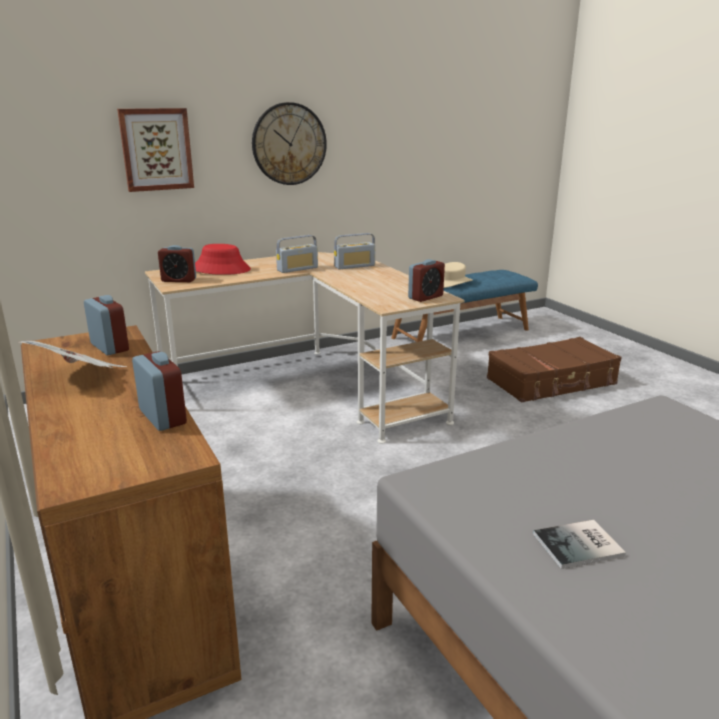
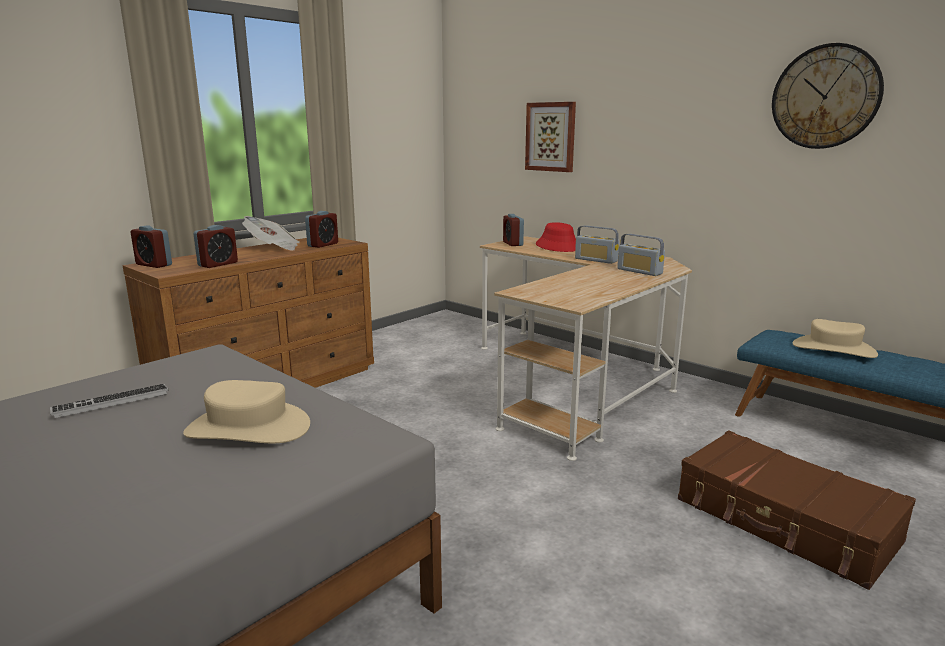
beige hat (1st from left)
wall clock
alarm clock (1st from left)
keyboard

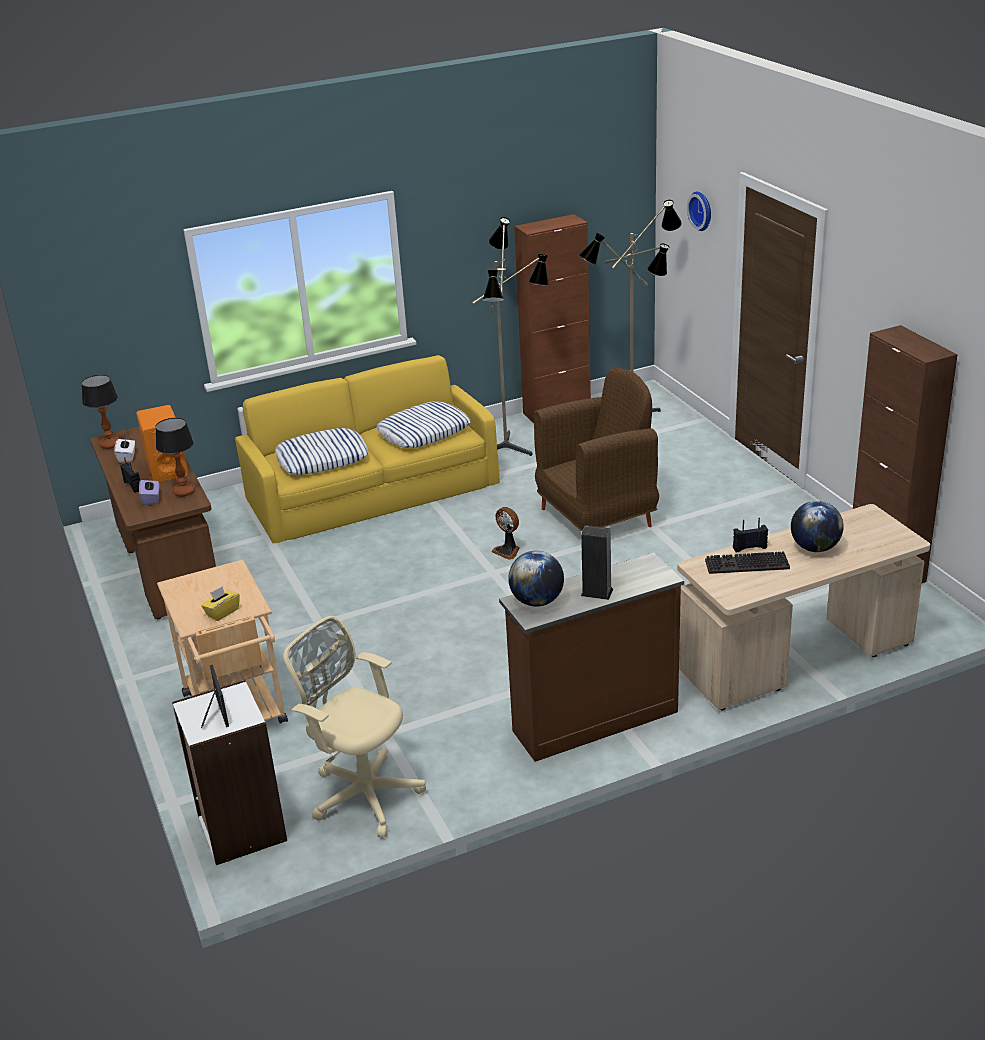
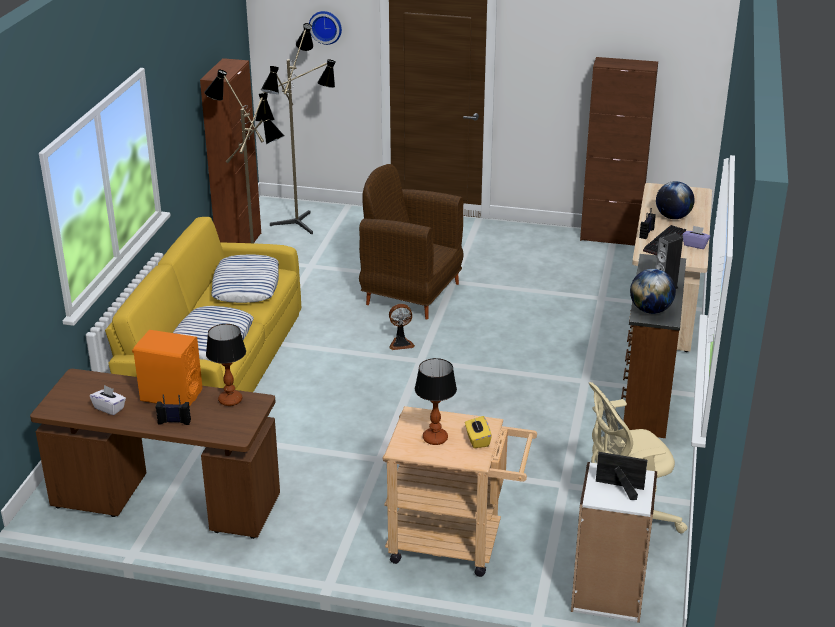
table lamp (2nd from left)
purple tissue box
brown armchair

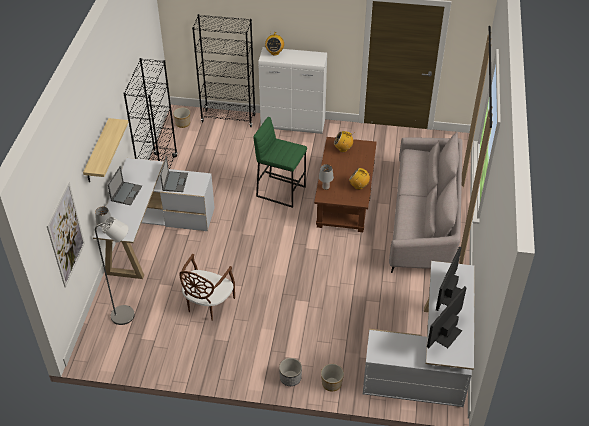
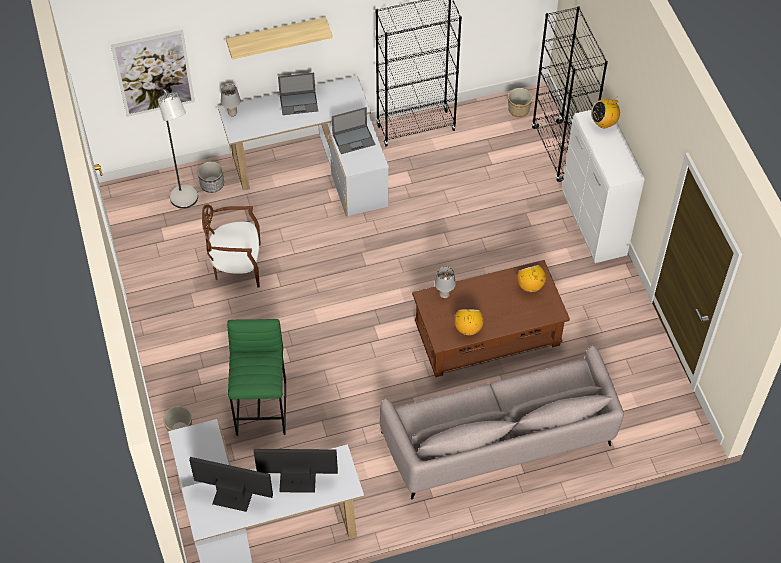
green stool
planter (2nd from left)

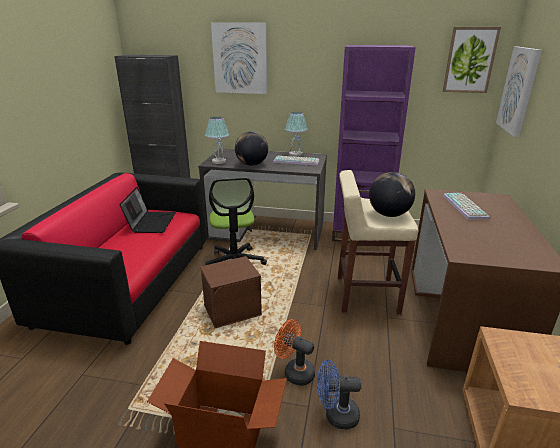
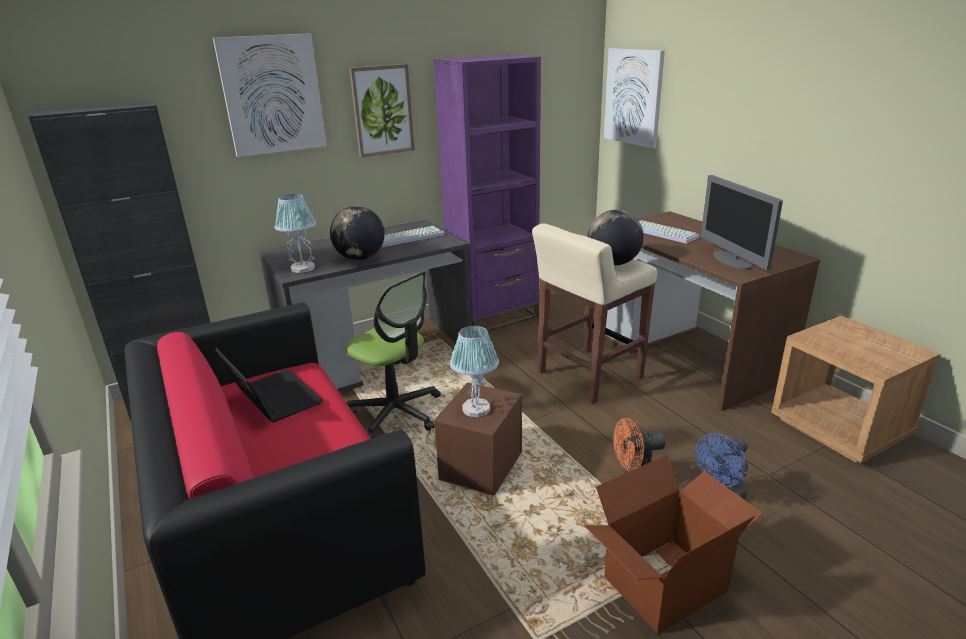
monitor
table lamp (2nd from left)
picture (2nd from left)

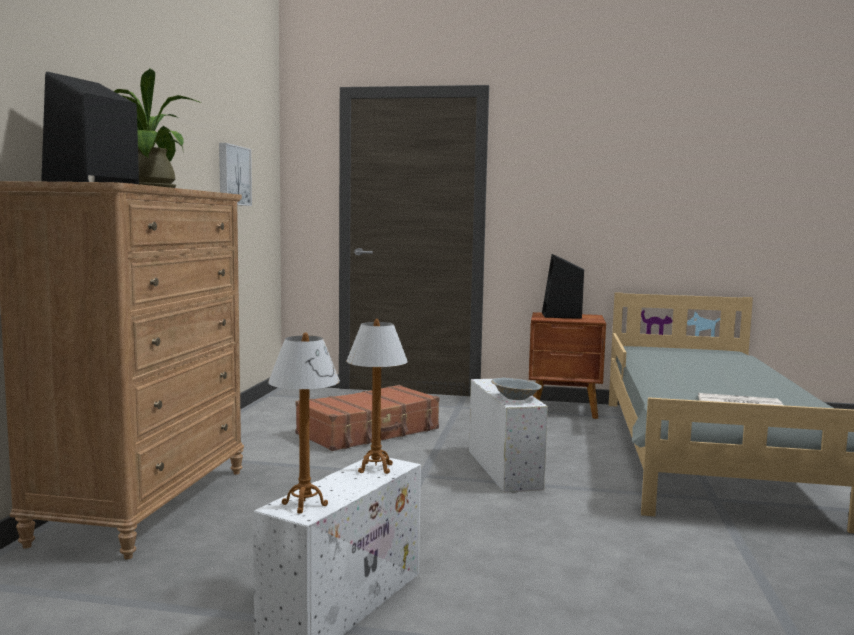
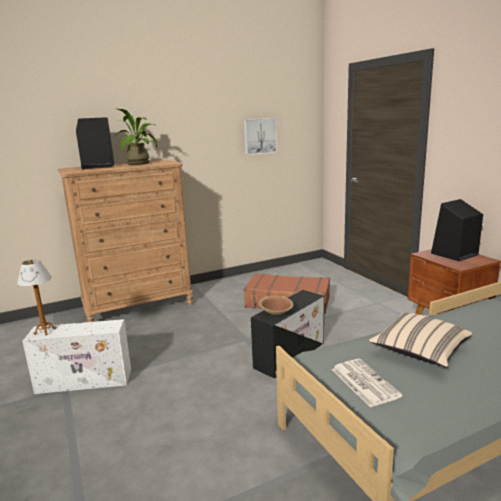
table lamp (2nd from left in the first image)
beige pillow
black storage box
brown bowl

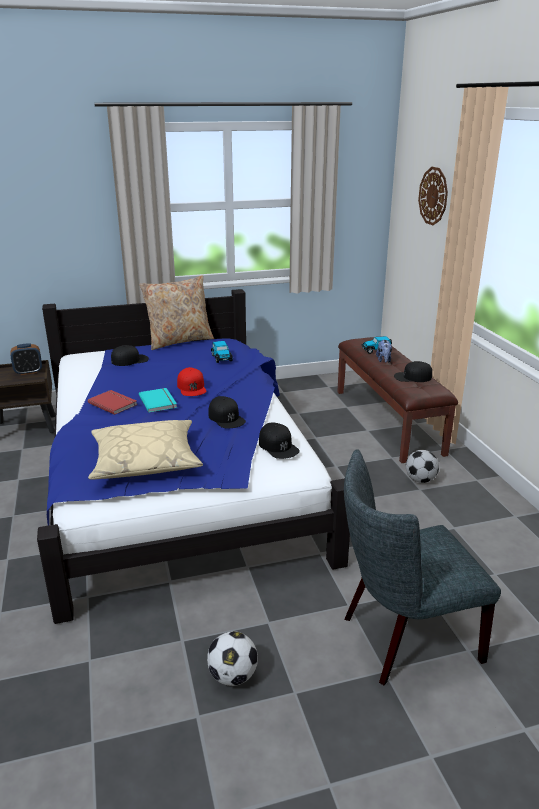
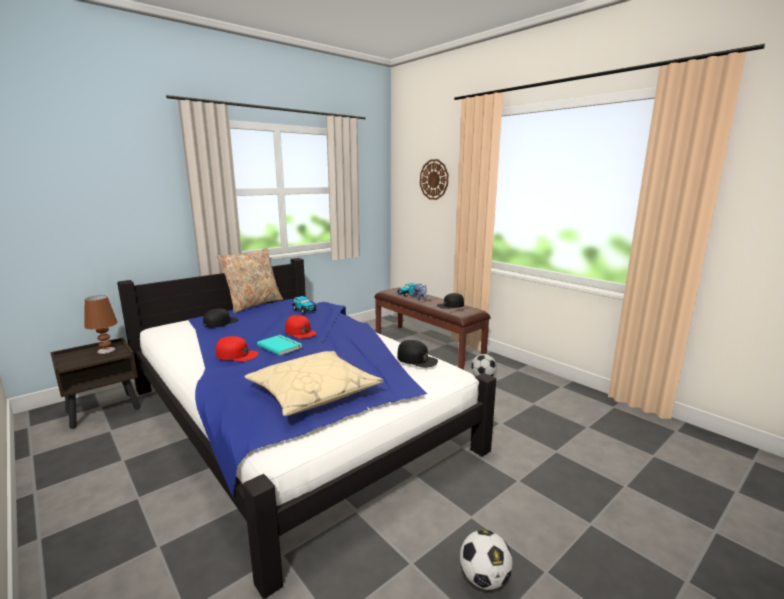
black cap (2nd from left in the first image)
grey chair
brown table lamp
red cap (1st from left)

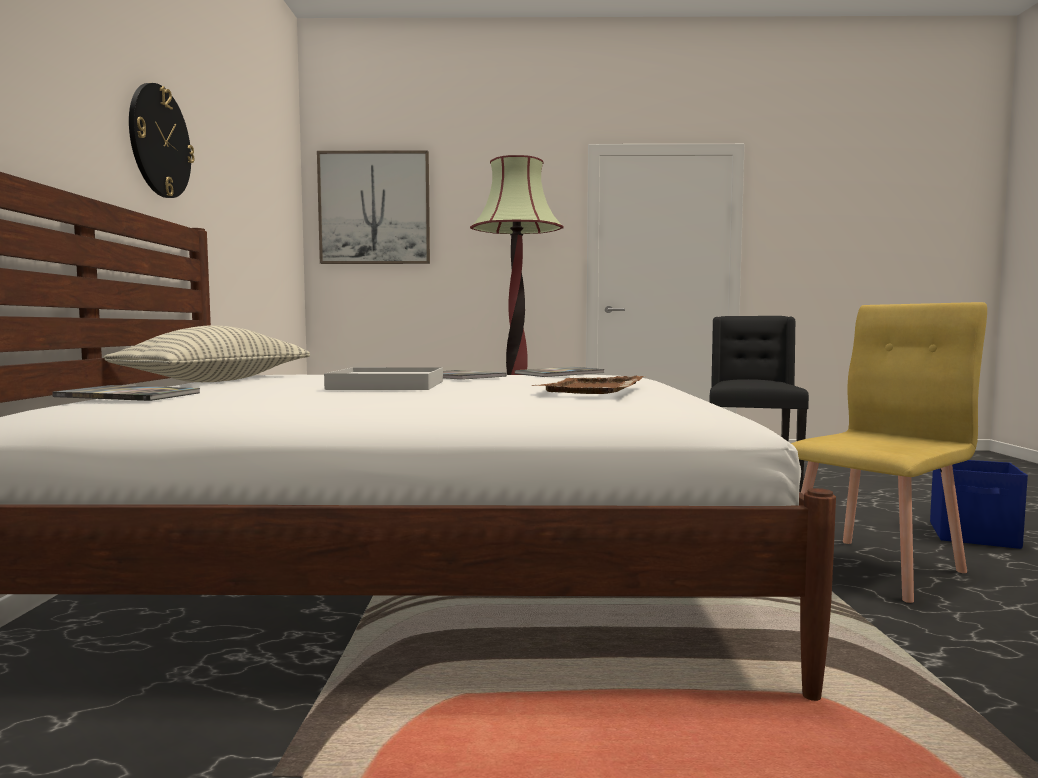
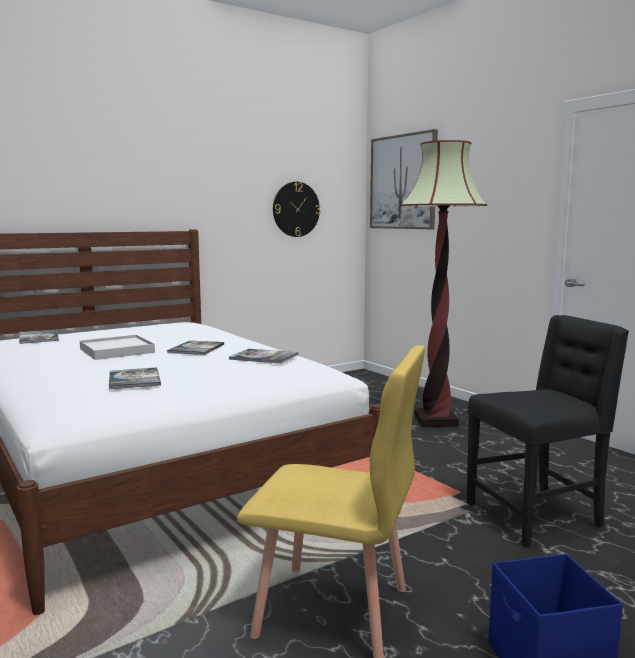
pillow
wall clock
book (2nd from left)

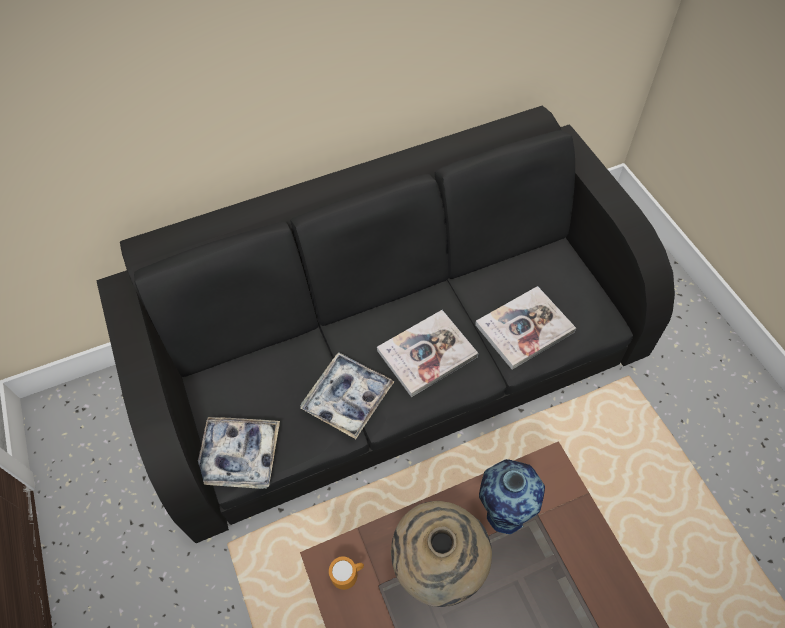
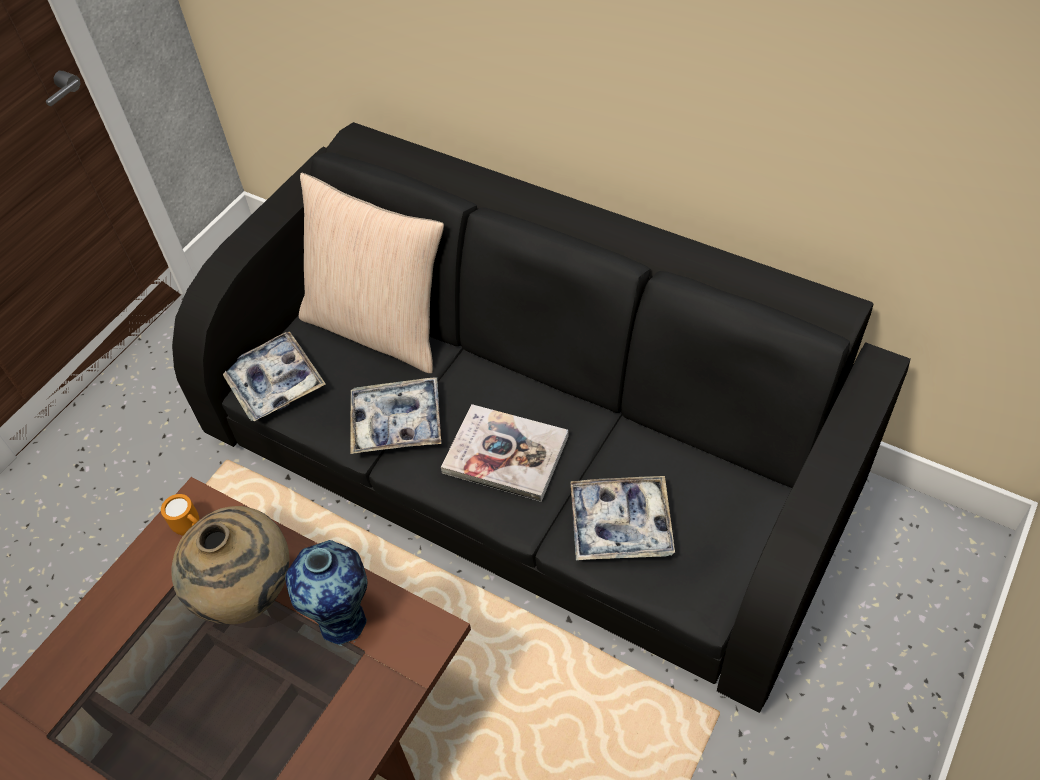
beige pillow
tray (3rd from left)

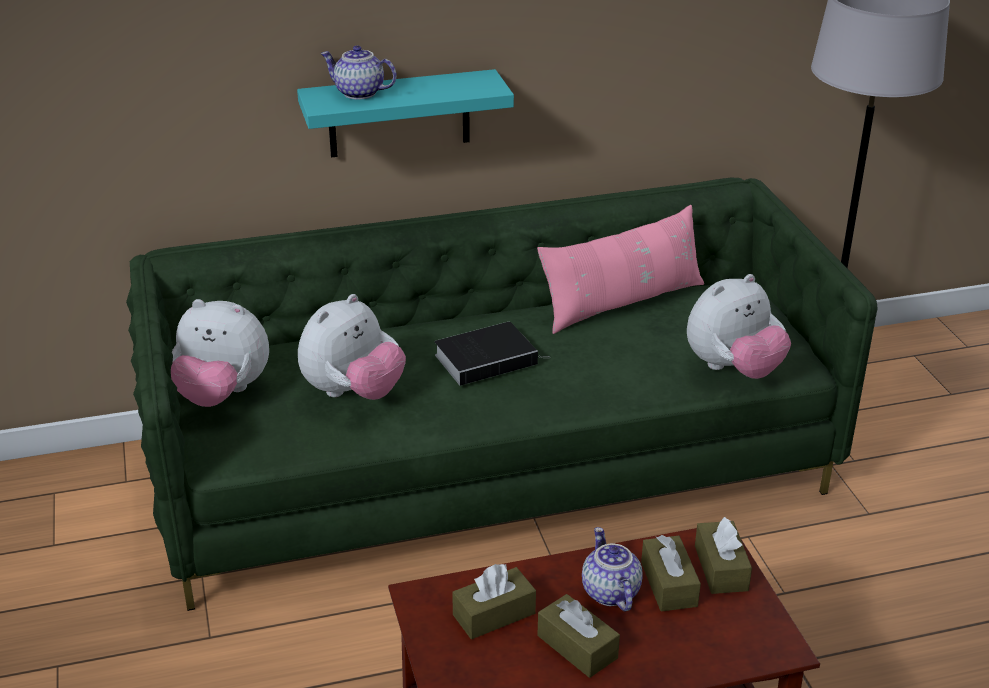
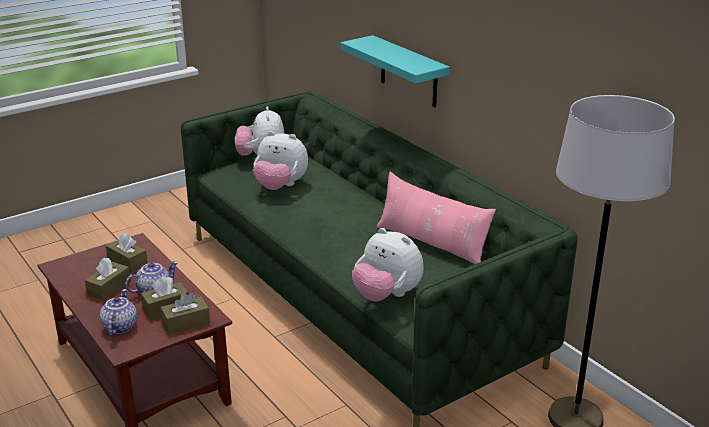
book
teapot (1st from left)

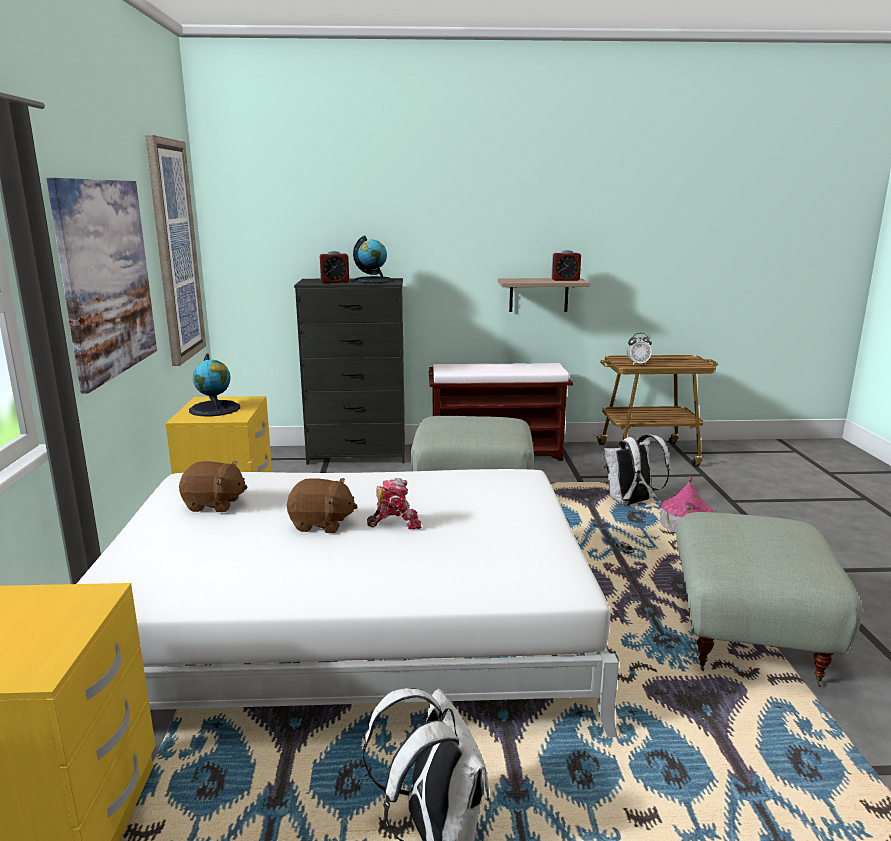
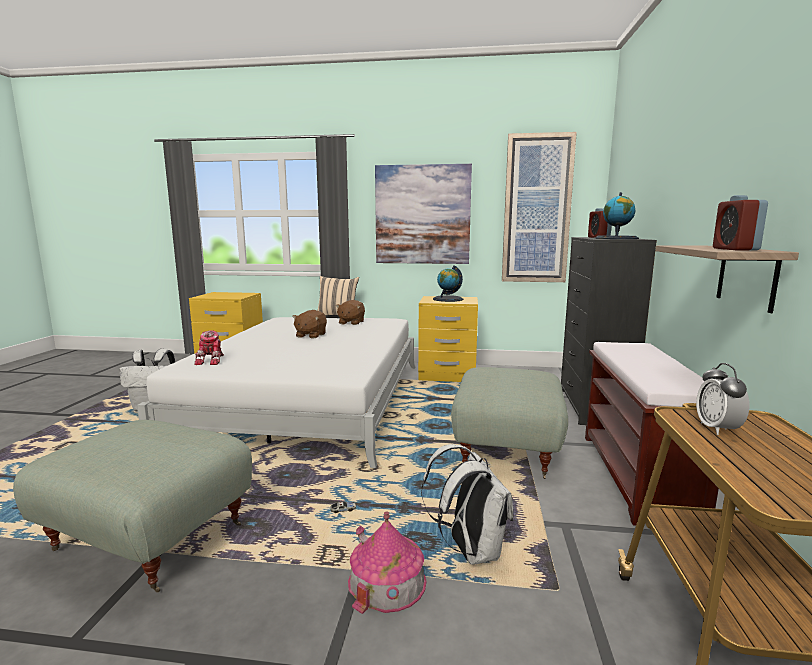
beige pillow
toy robot

